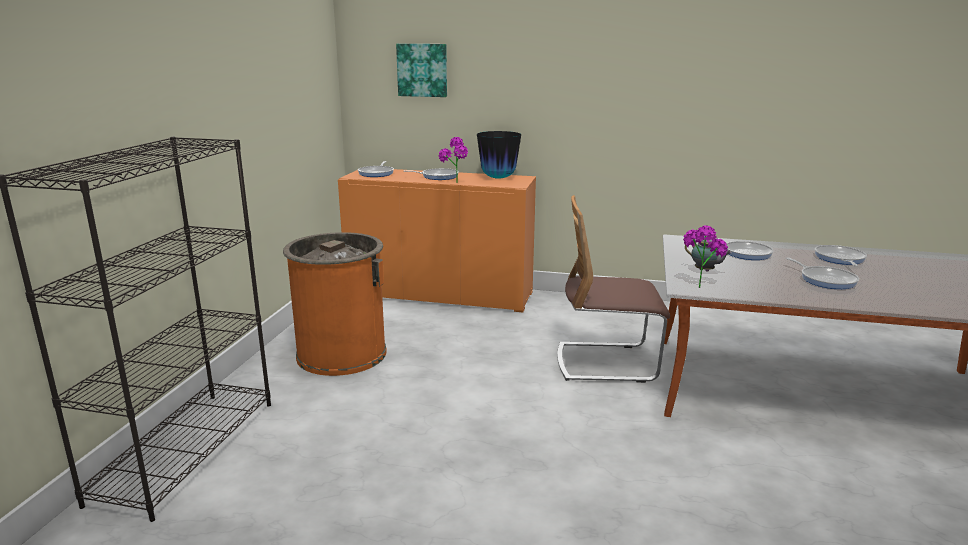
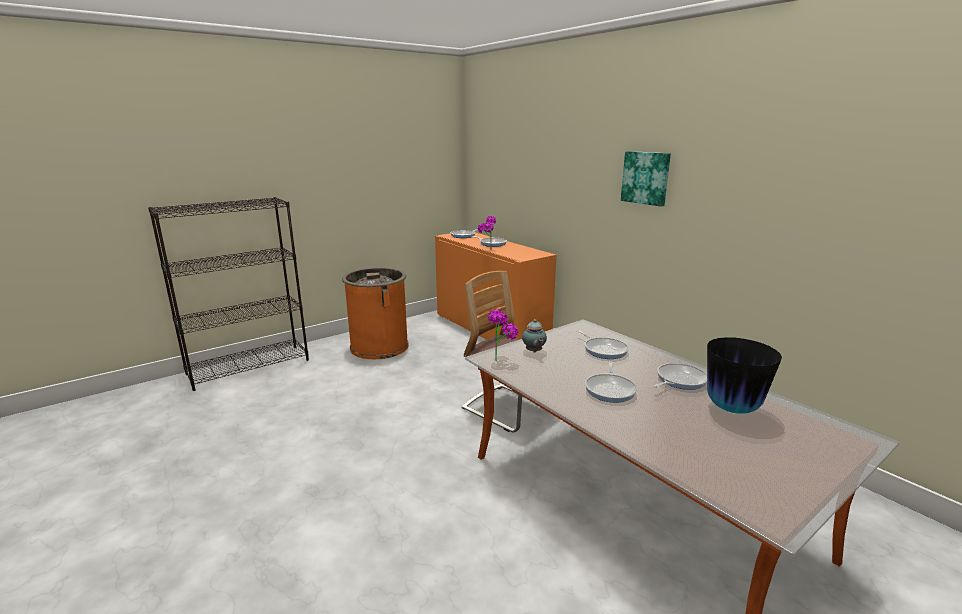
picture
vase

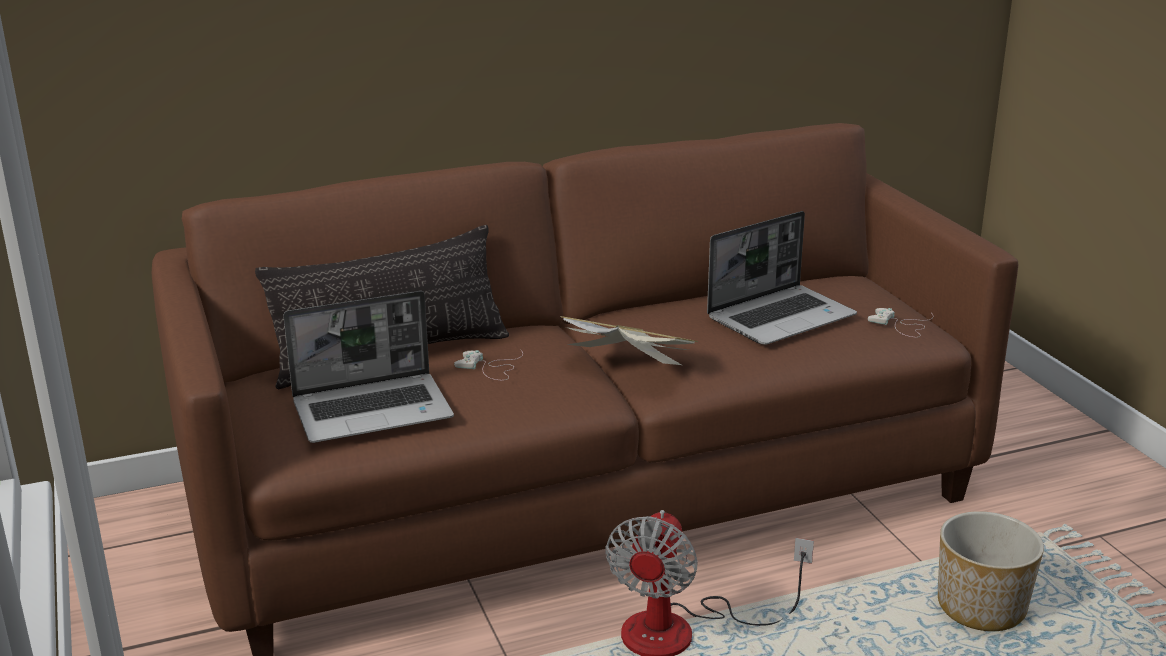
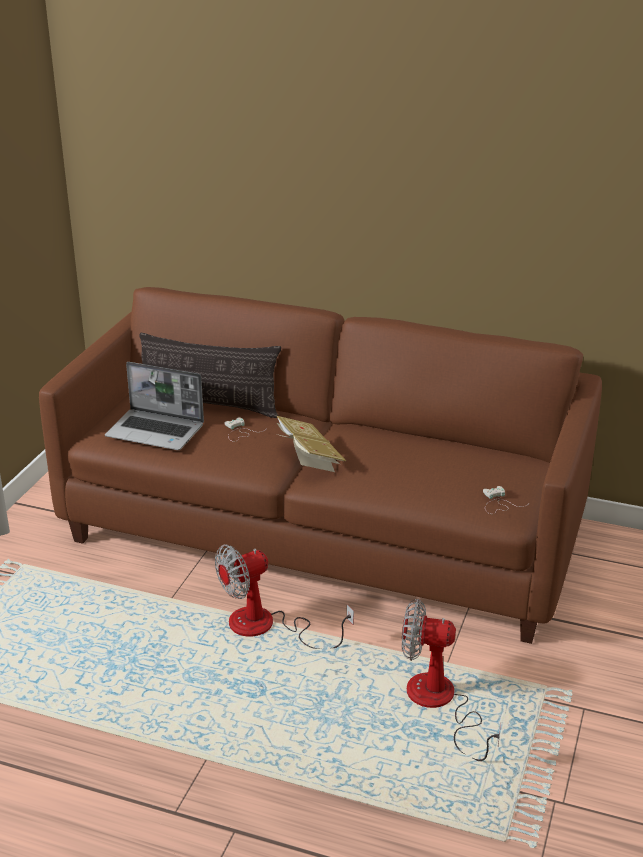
laptop (2nd from left in the first image)
fan (2nd from left)

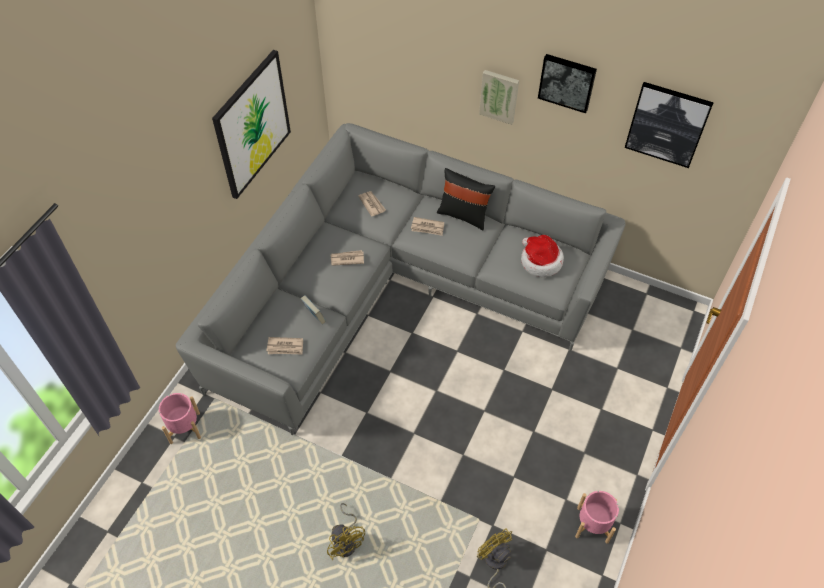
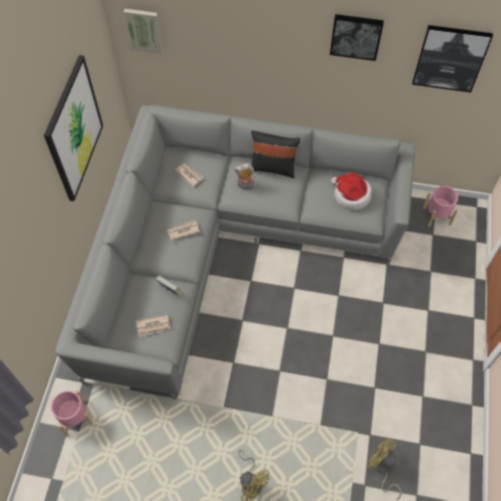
picture (2nd from left)
pink planter (2nd from left)
plush toy

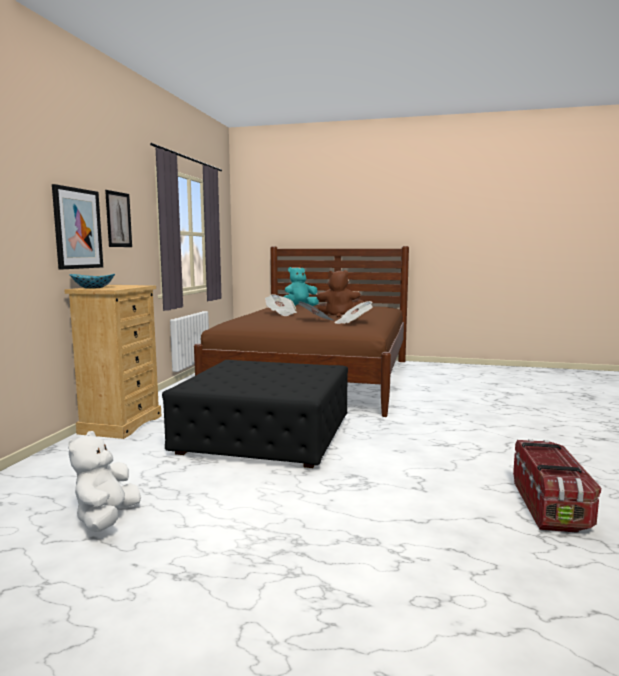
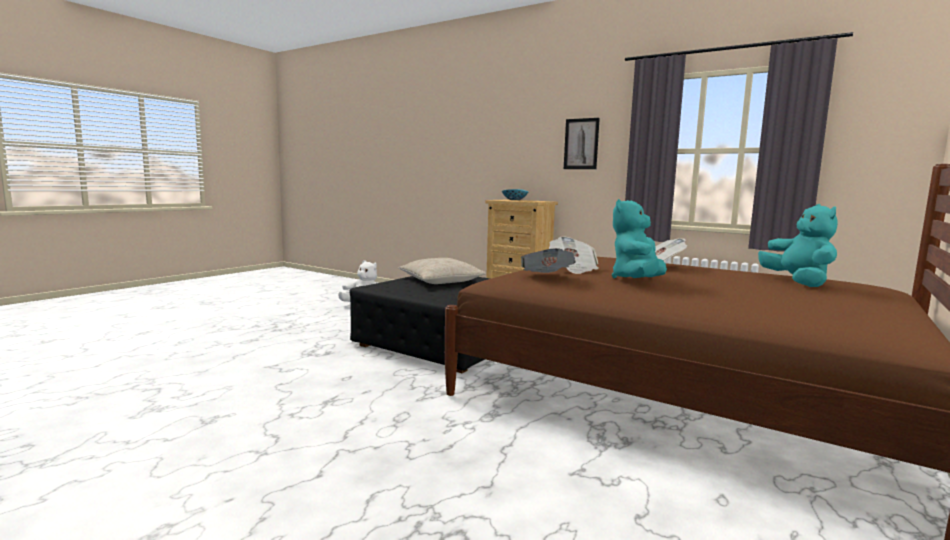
picture (1st from left in the first image)
storage box
beige pillow
turquoise plush toy (1st from left)

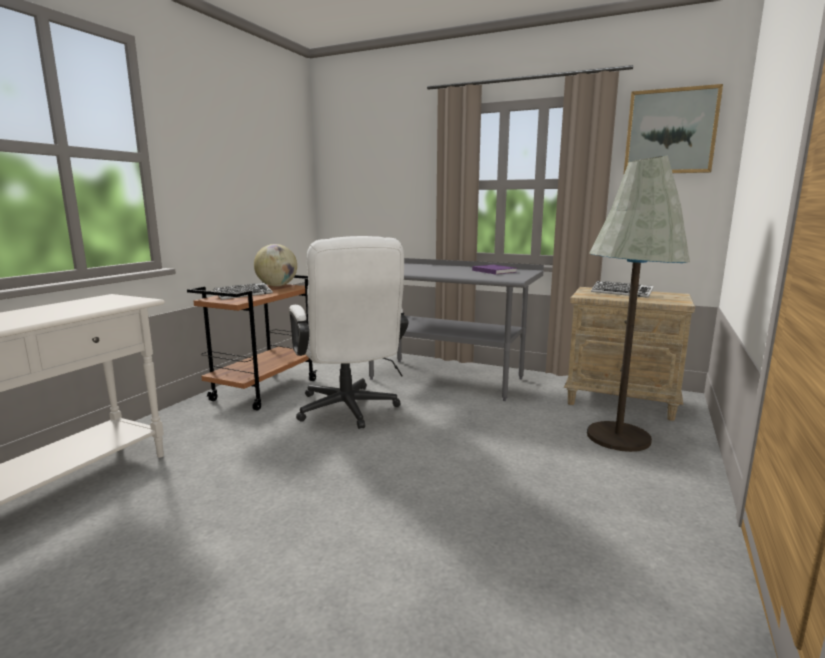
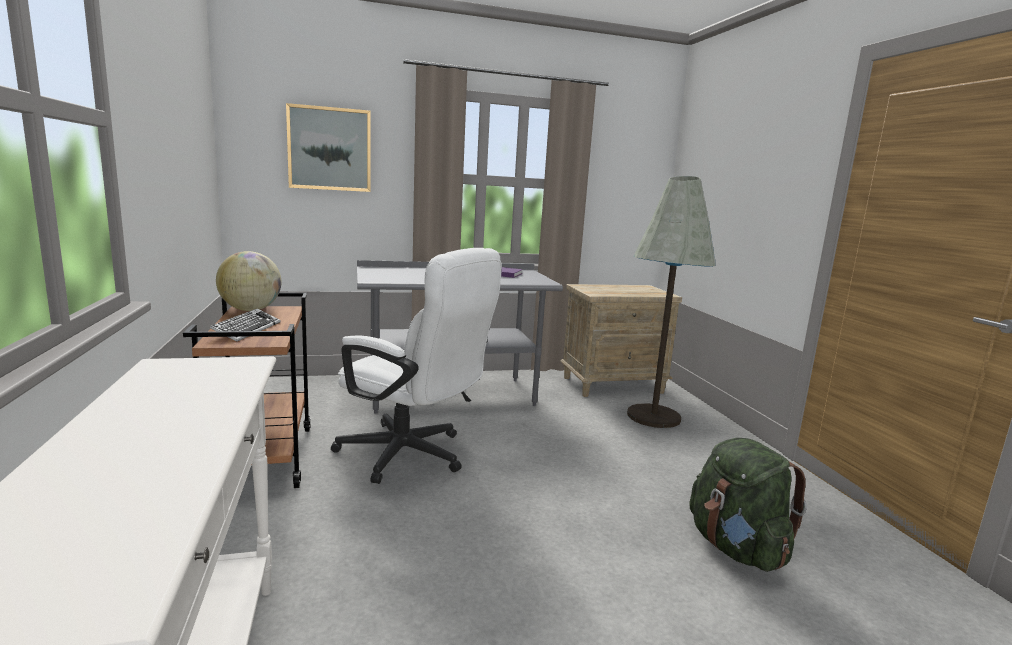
keyboard (2nd from left in the first image)
green backpack
picture

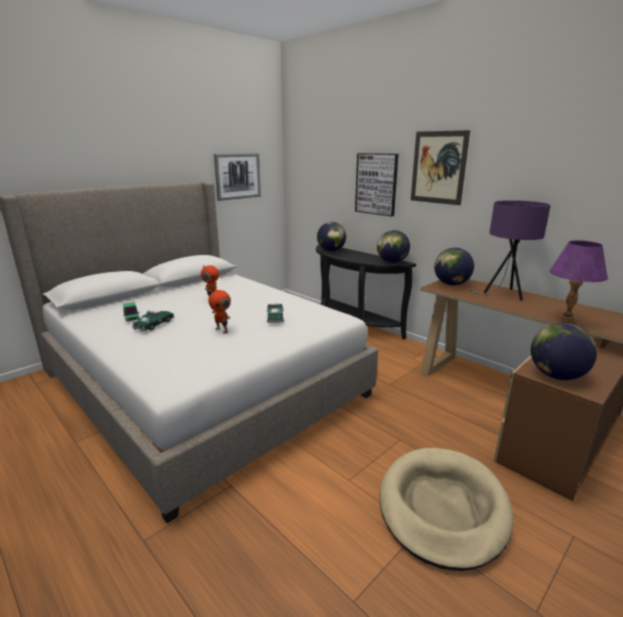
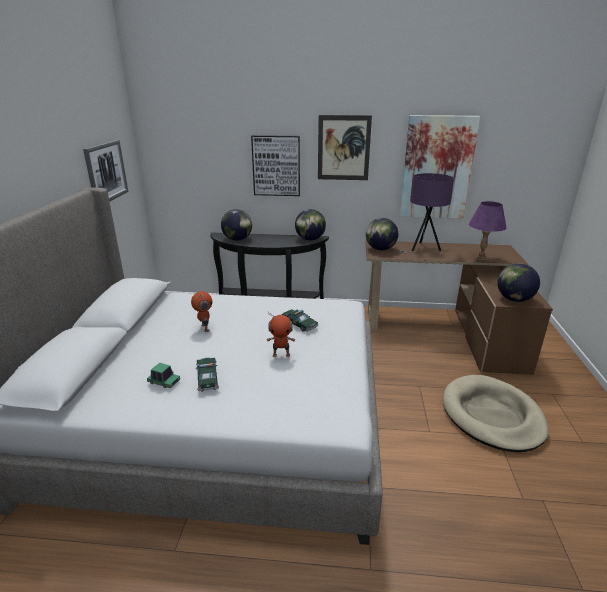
picture (4th from left)

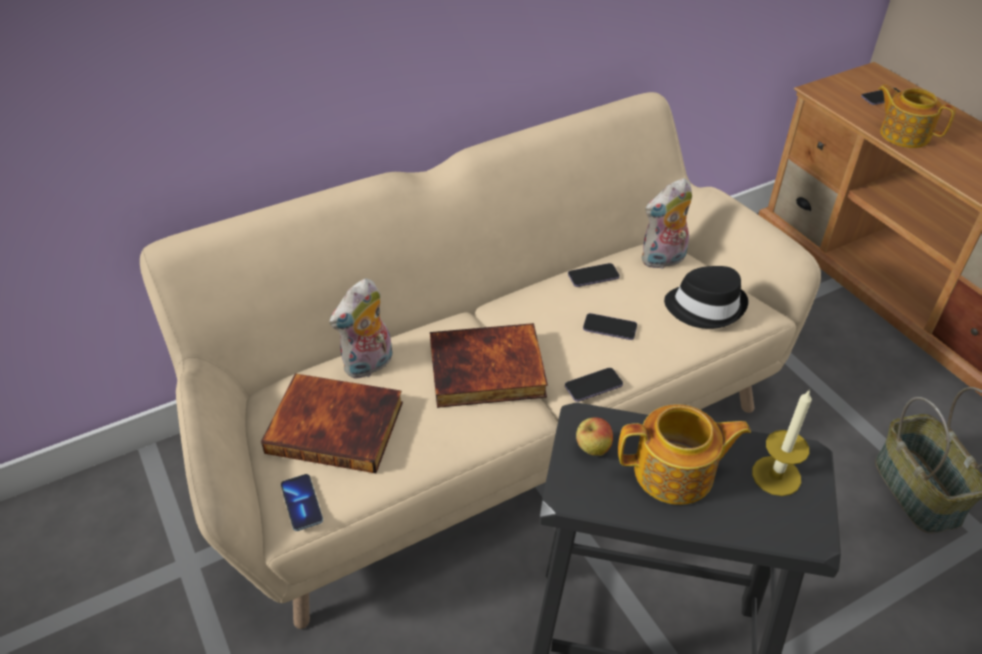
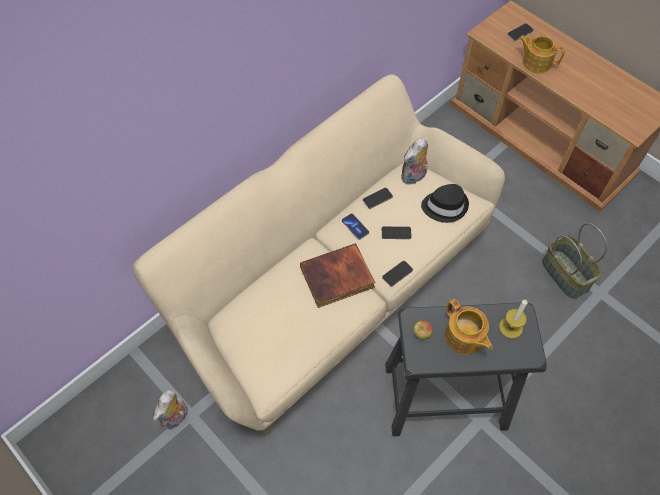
book (1st from left in the first image)
phone (1st from left)
plush toy (1st from left)
teapot (1st from left)

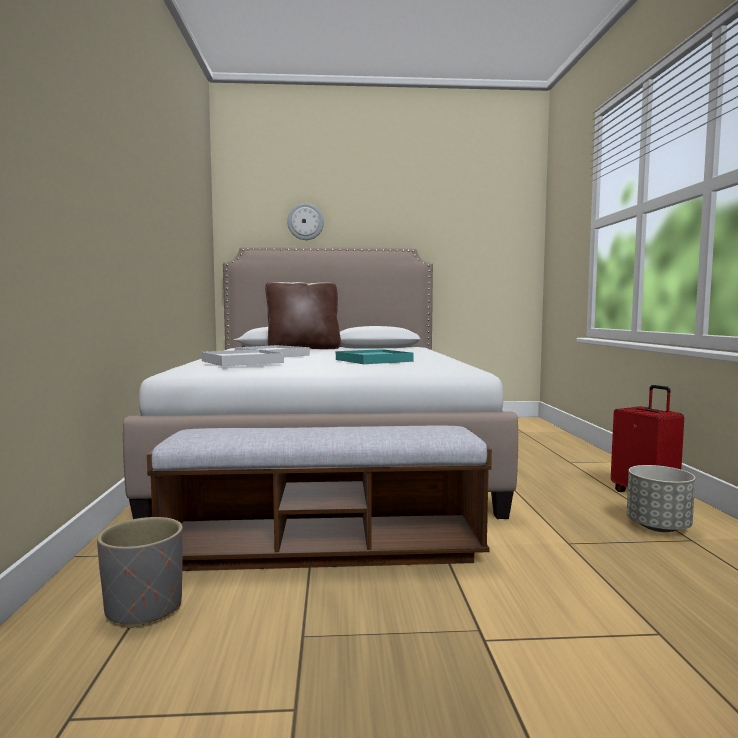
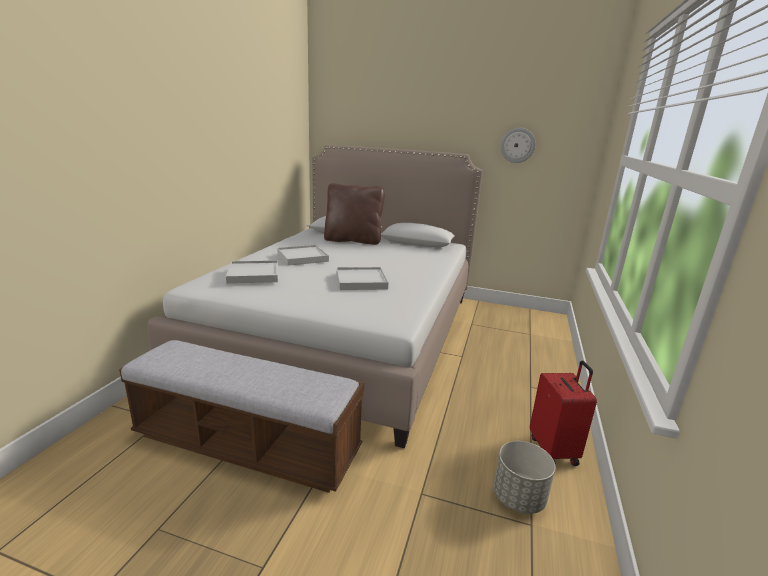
grey planter (1st from left in the first image)
wall clock
white tray (3rd from left)

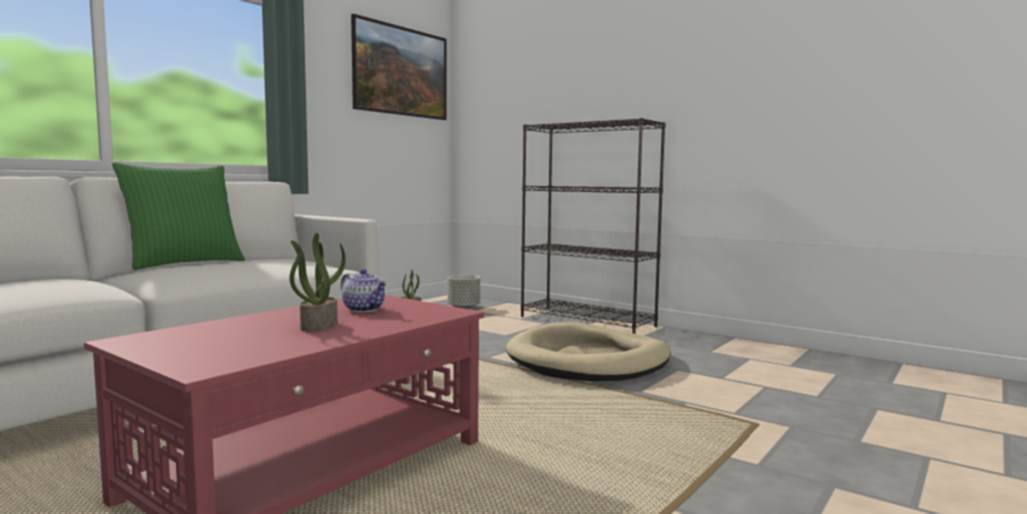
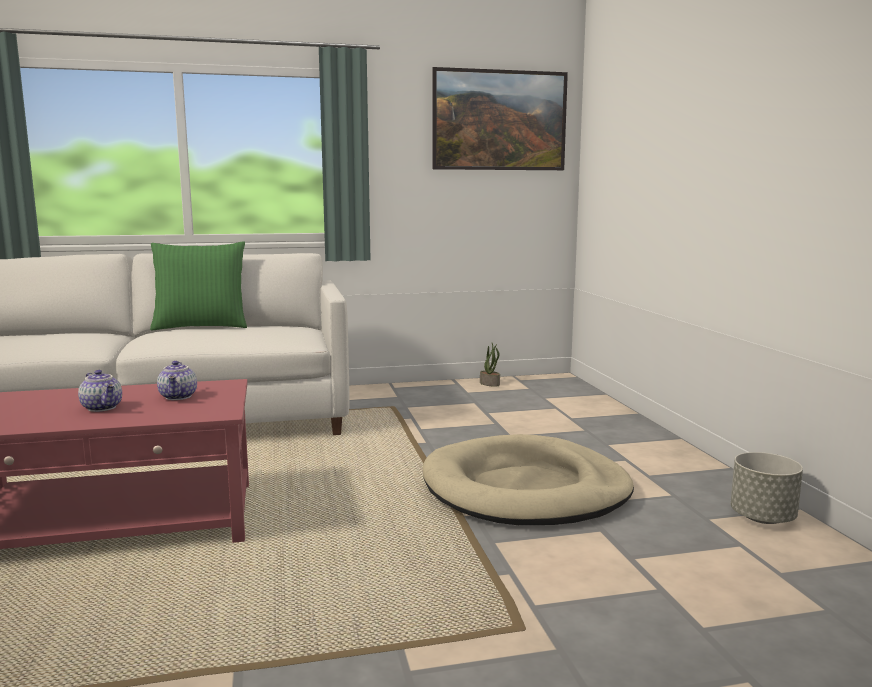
black bookcase
grey planter
teapot (1st from left)

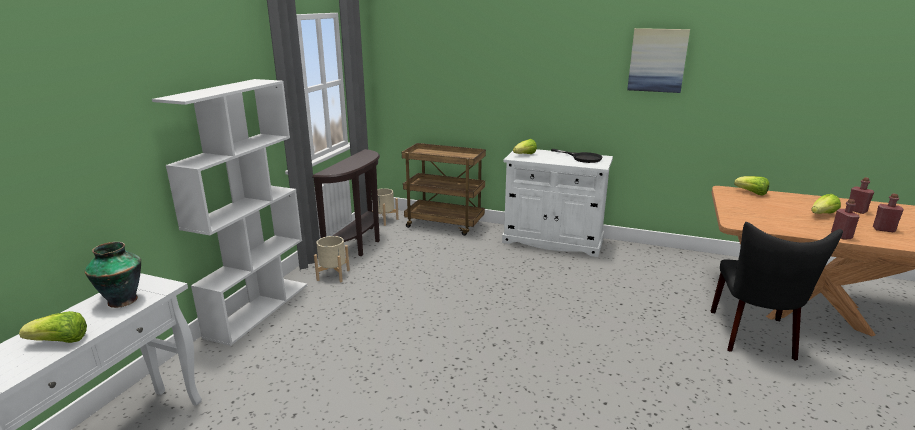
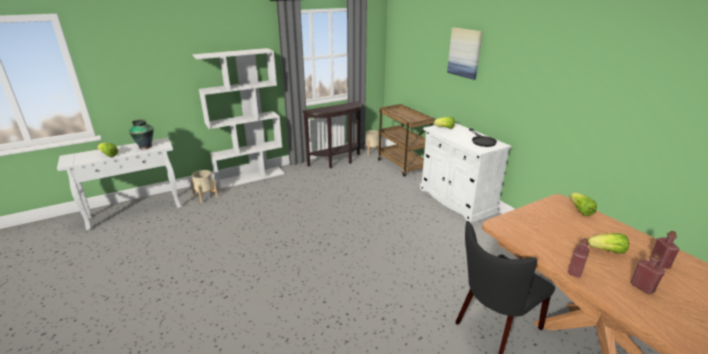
beige planter (1st from left)
picture

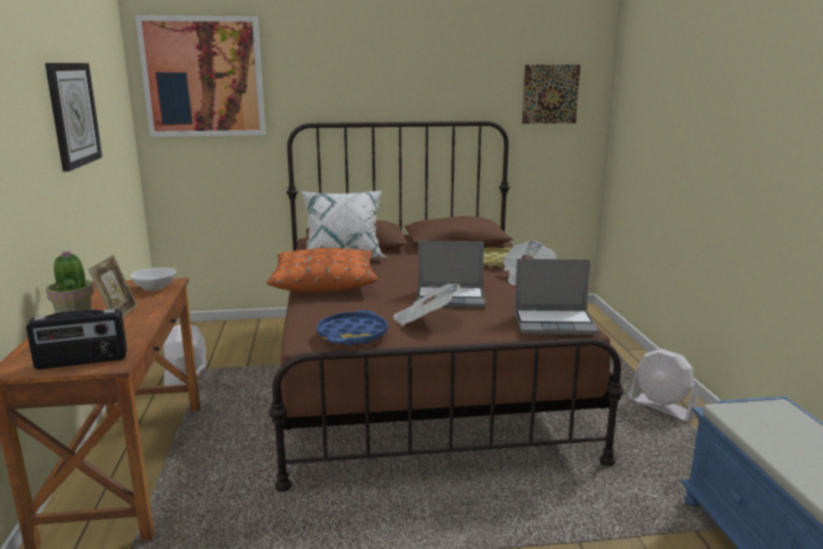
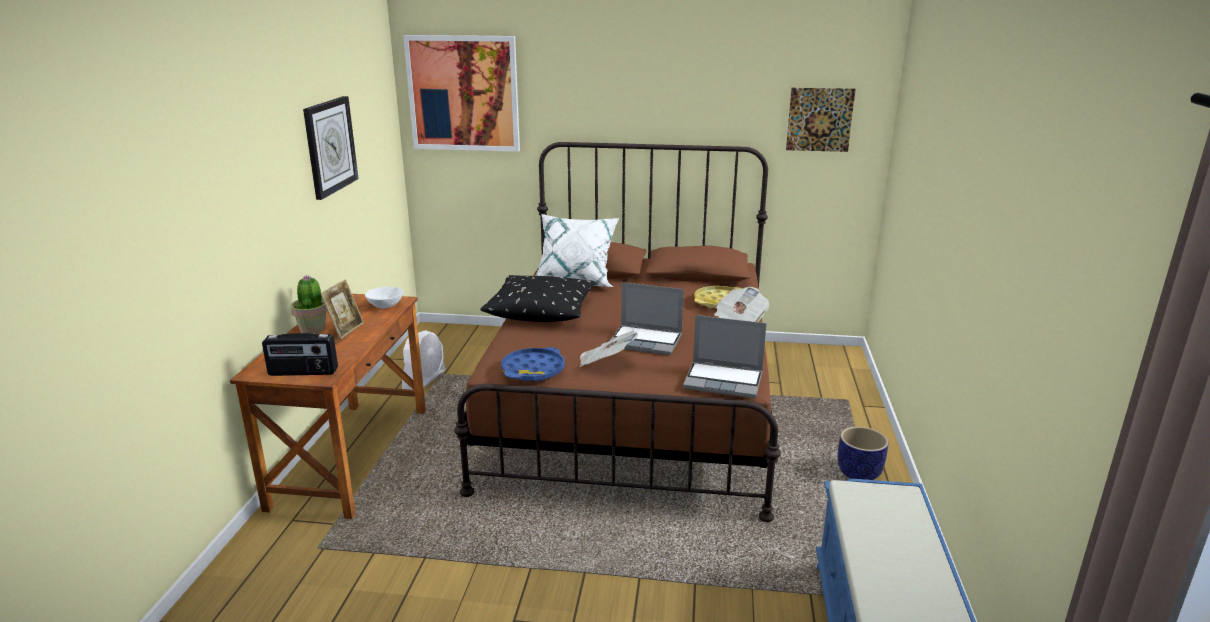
planter
black pillow

